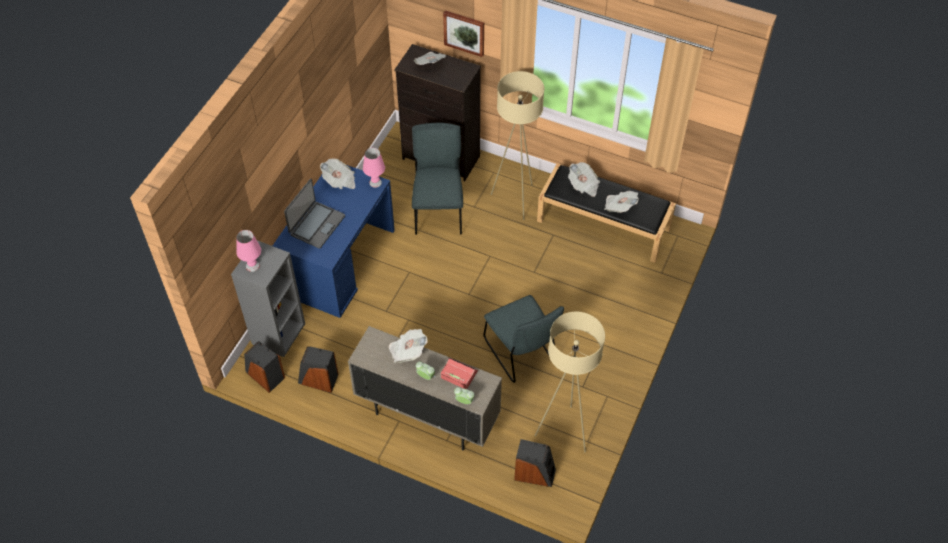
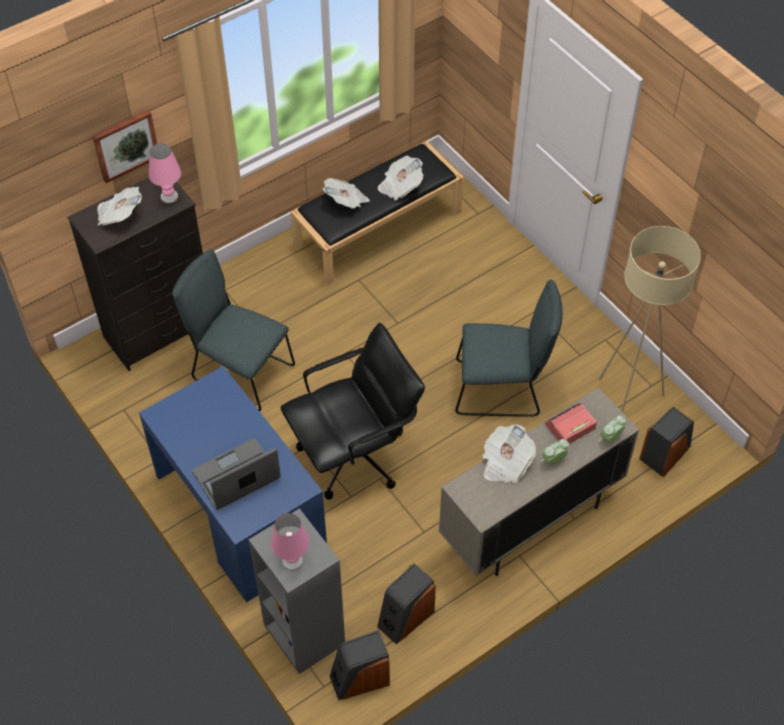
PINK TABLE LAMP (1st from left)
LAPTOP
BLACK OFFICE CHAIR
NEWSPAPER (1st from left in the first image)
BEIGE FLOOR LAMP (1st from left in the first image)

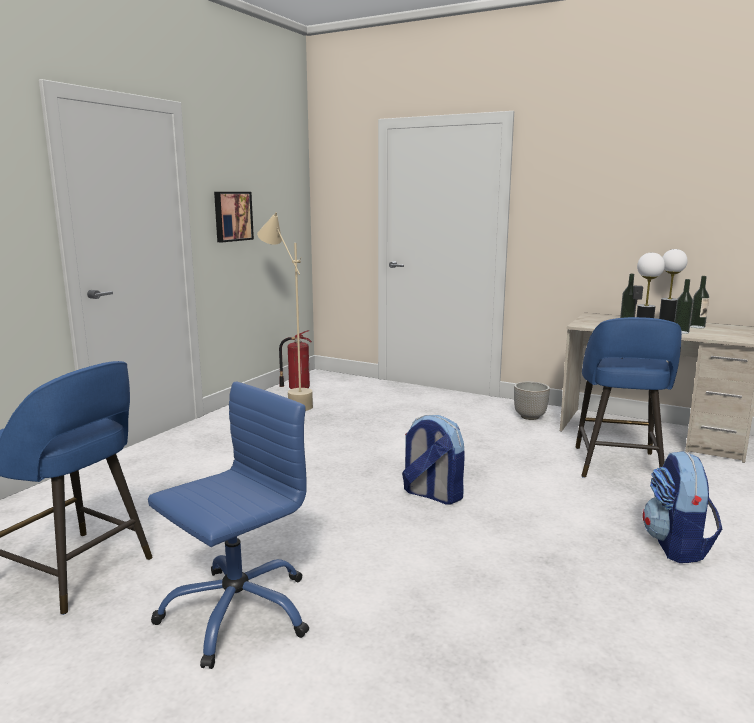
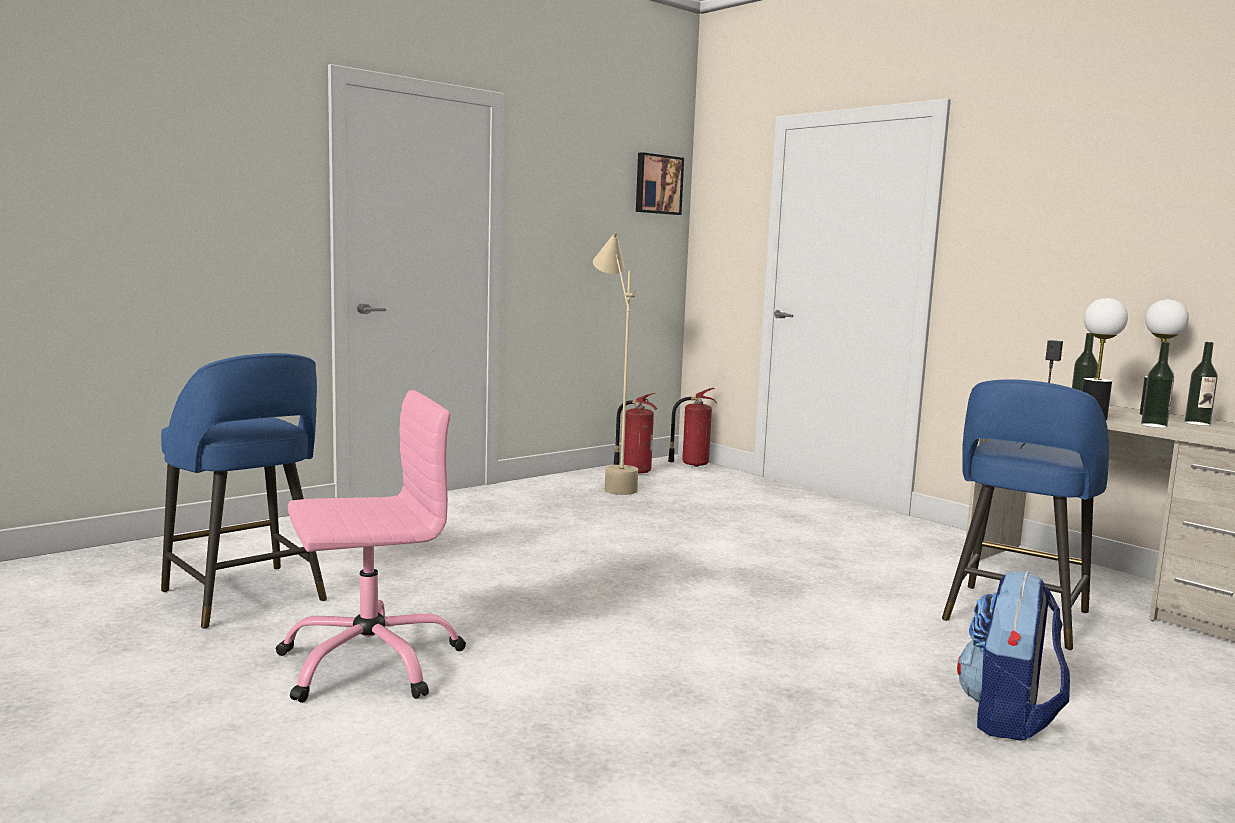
PINK OFFICE CHAIR
PICTURE
FIRE EXTINGUISHER (2nd from left)
BACKPACK (1st from left in the first image)
PLANTER

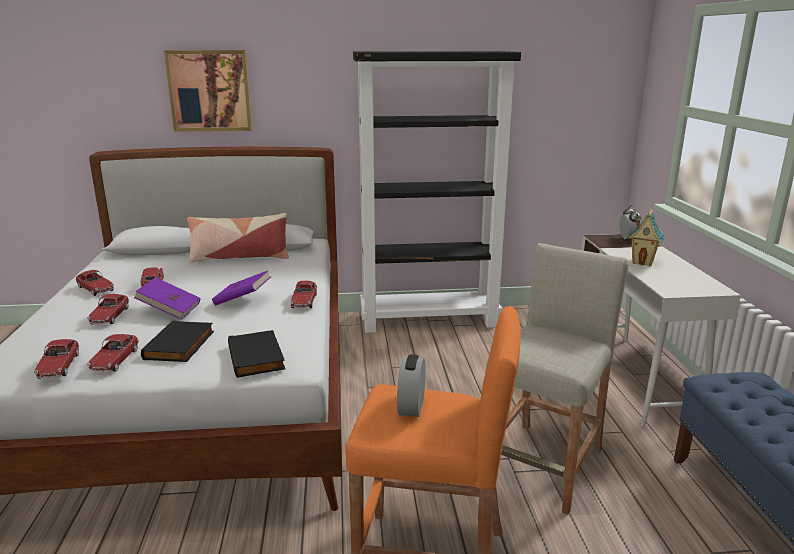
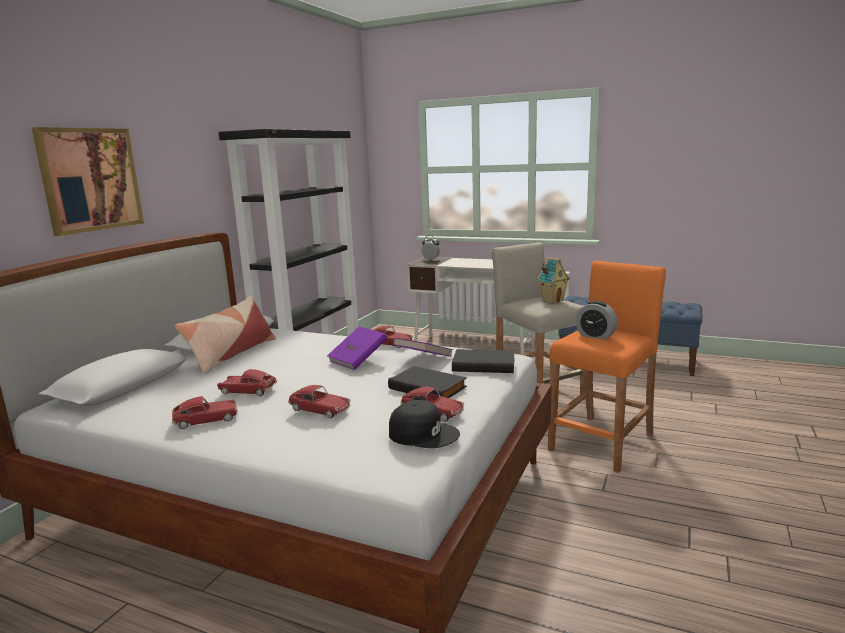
BLACK CAP
PURPLE BOOK (2nd from left)
TOY HOUSE

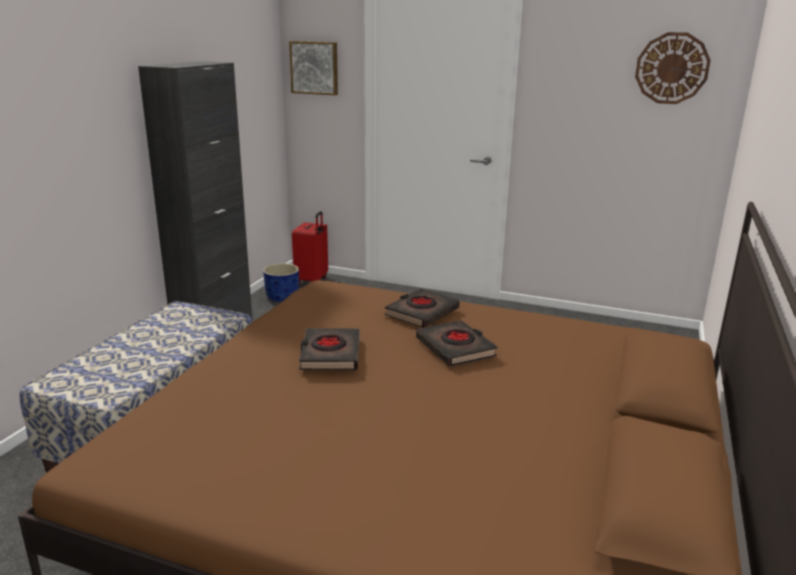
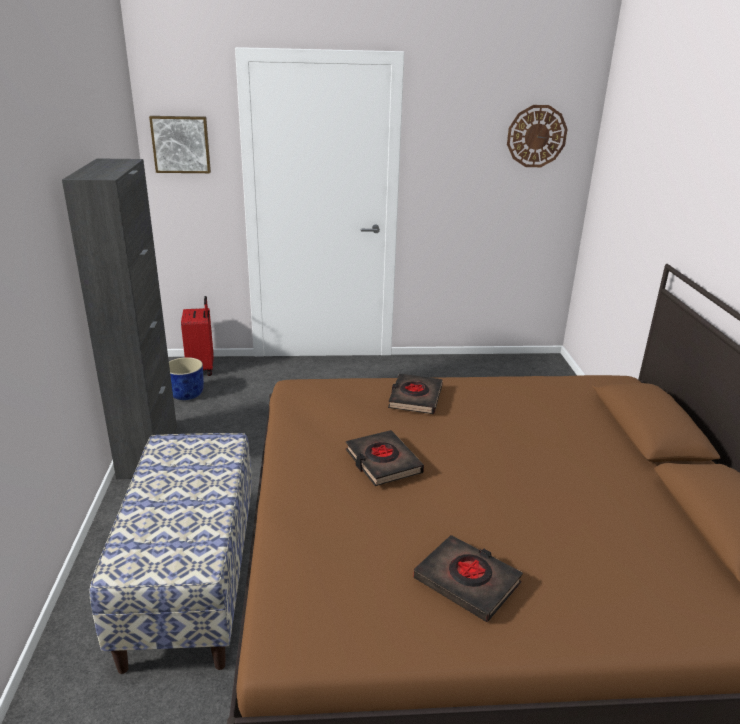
BLACK BOOK (3rd from left)

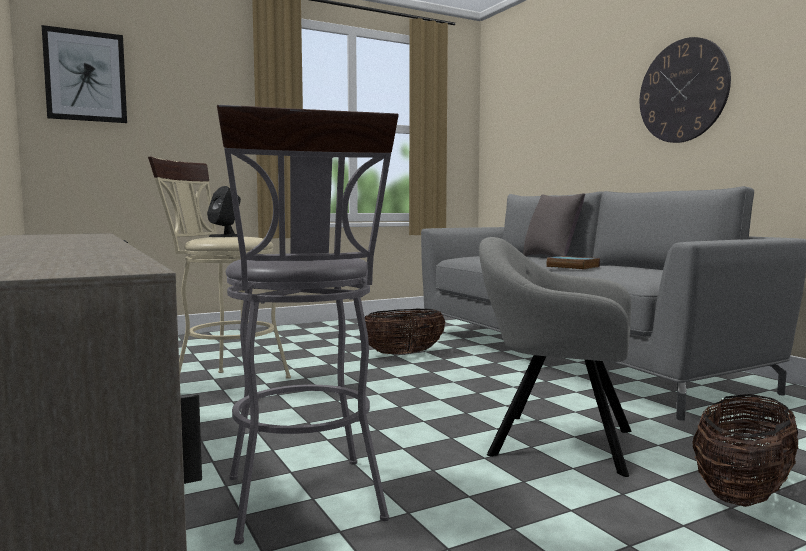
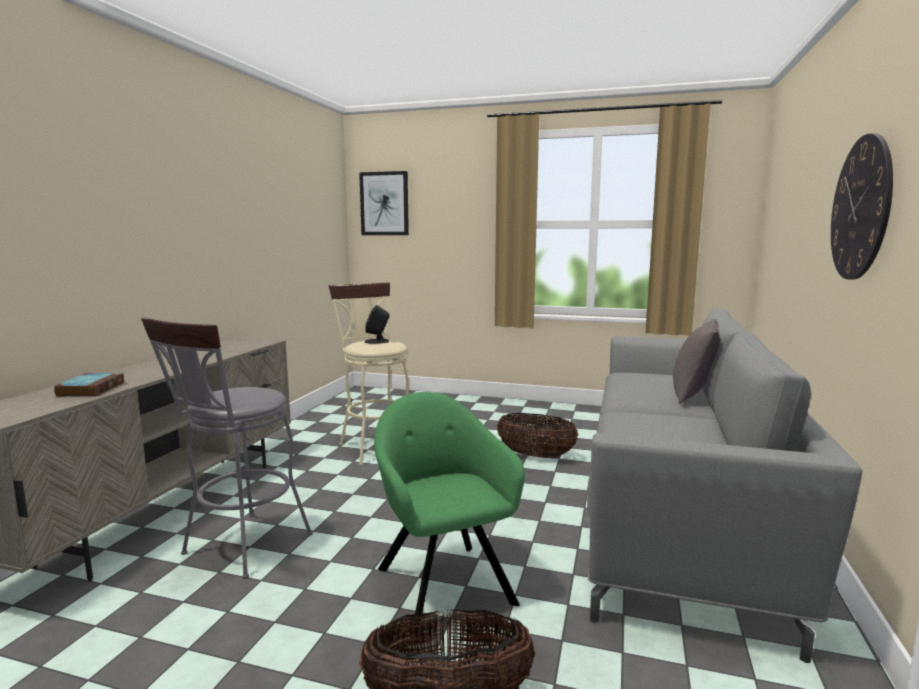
BOOK
GREEN ARMCHAIR

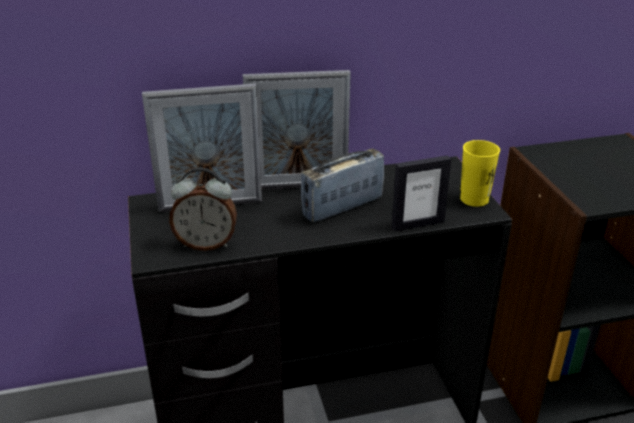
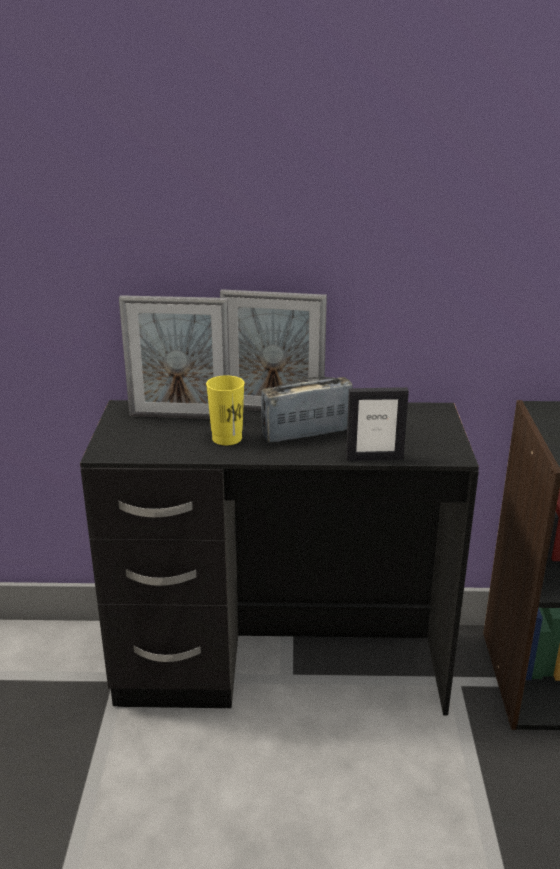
YELLOW CUP
ALARM CLOCK

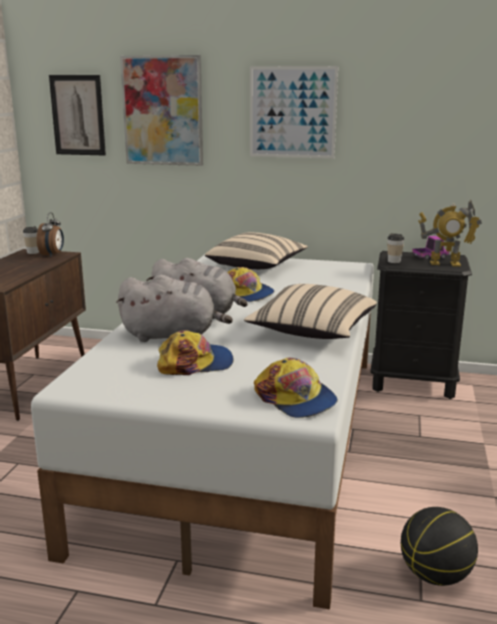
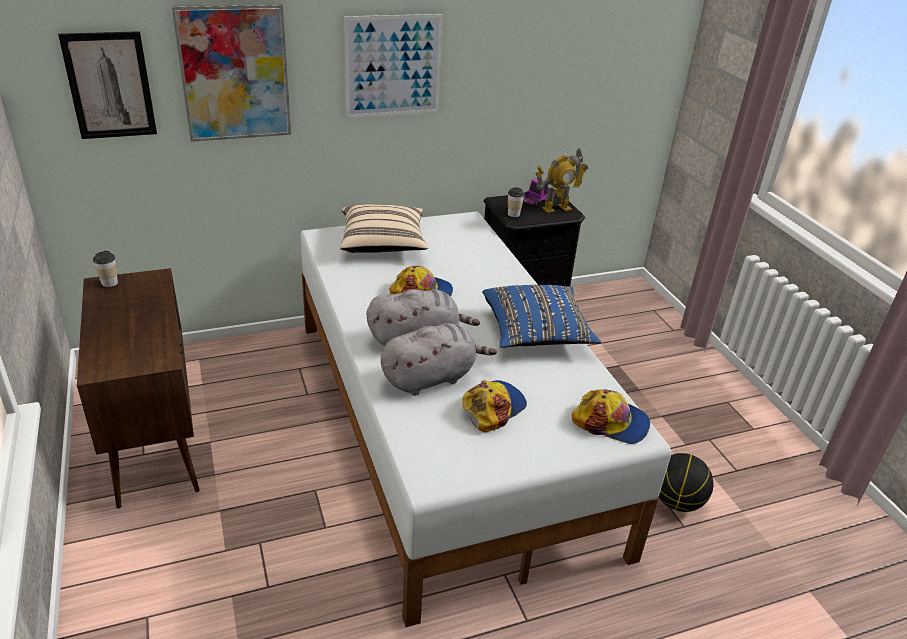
BLUE PILLOW
ALARM CLOCK

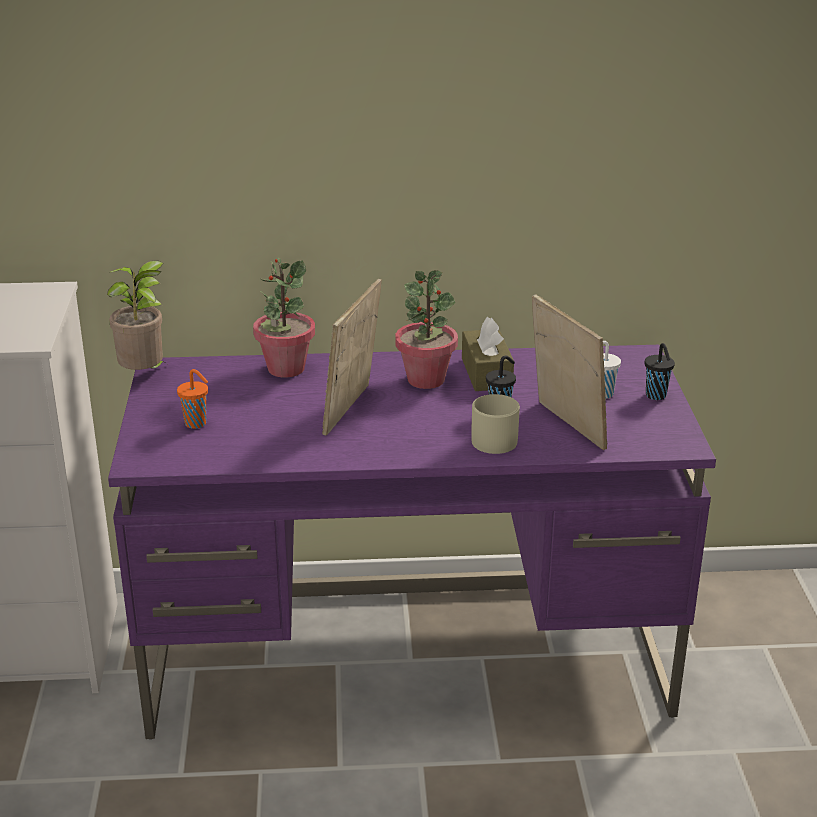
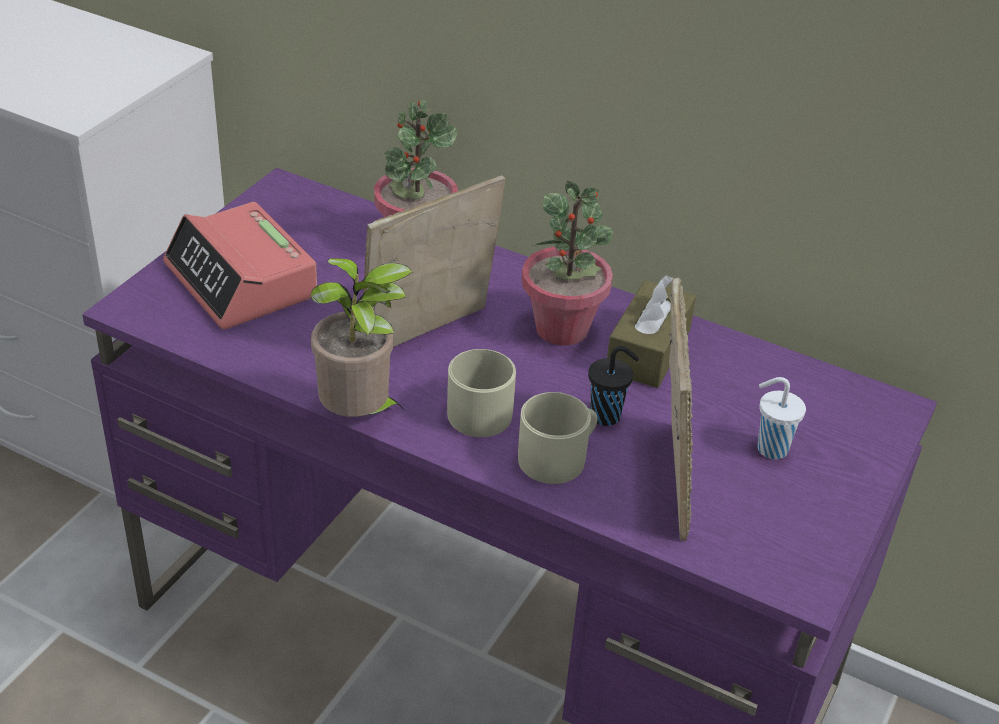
ALARM CLOCK
POTTED PLANT (1st from left)
BEIGE MUG (1st from left)
BLACK CUP (2nd from left in the first image)

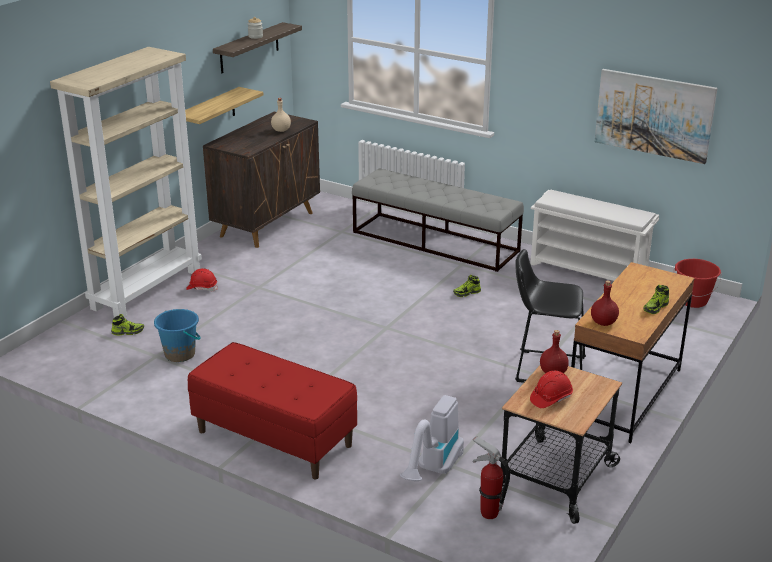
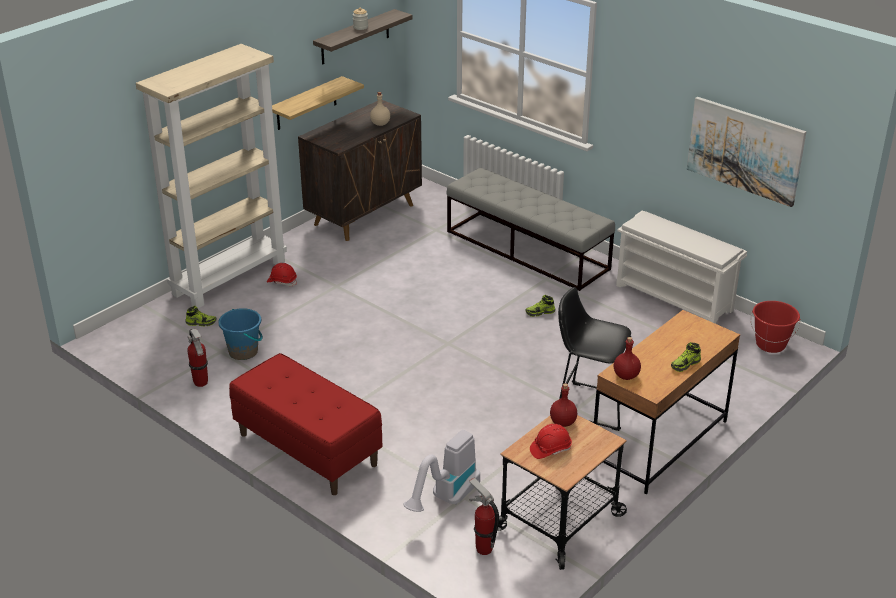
FIRE EXTINGUISHER (1st from left)

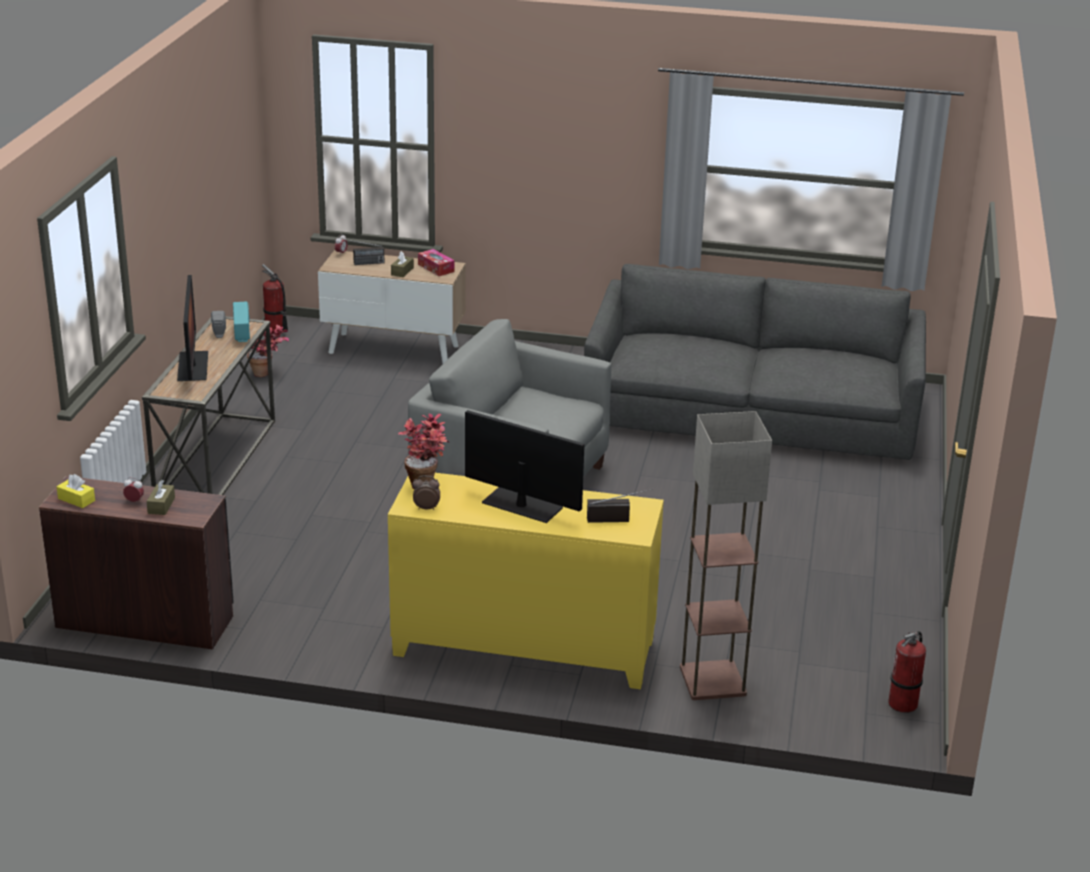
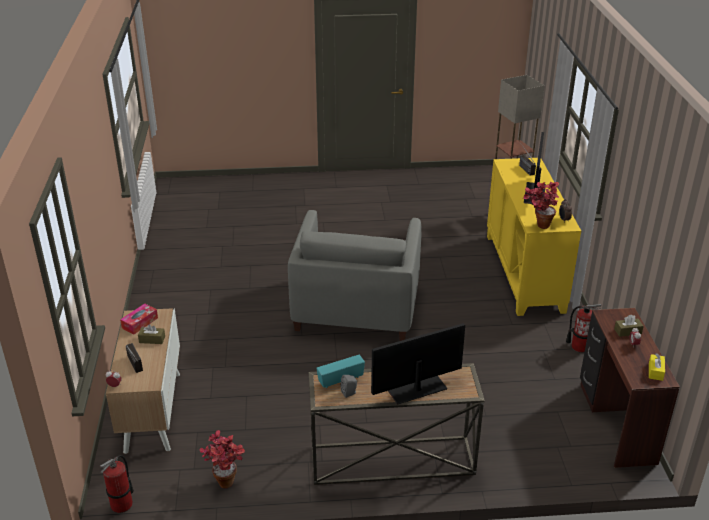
FIRE EXTINGUISHER (2nd from left)
GREY SOFA

